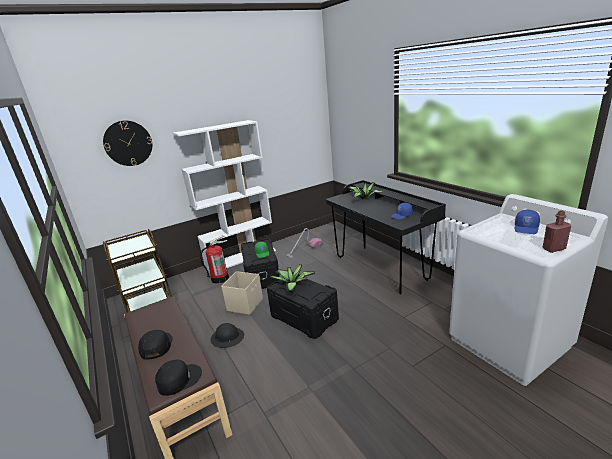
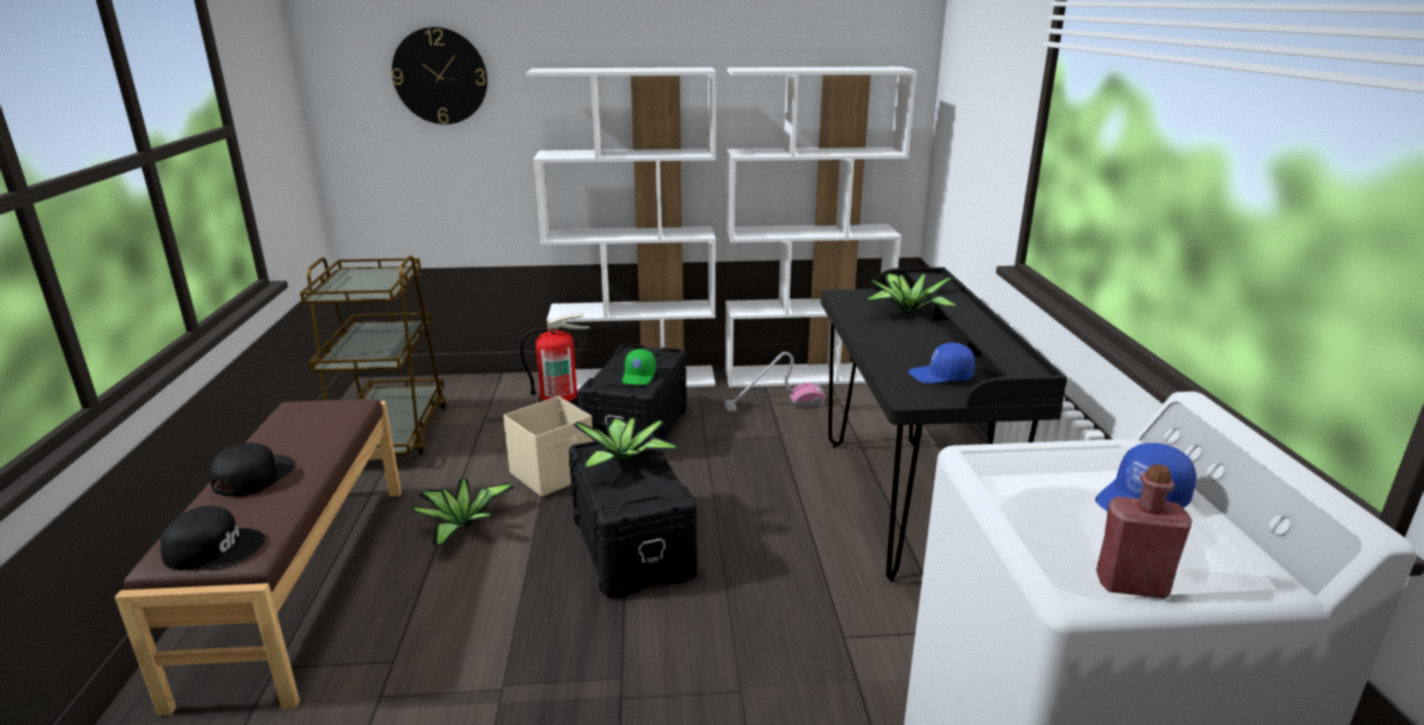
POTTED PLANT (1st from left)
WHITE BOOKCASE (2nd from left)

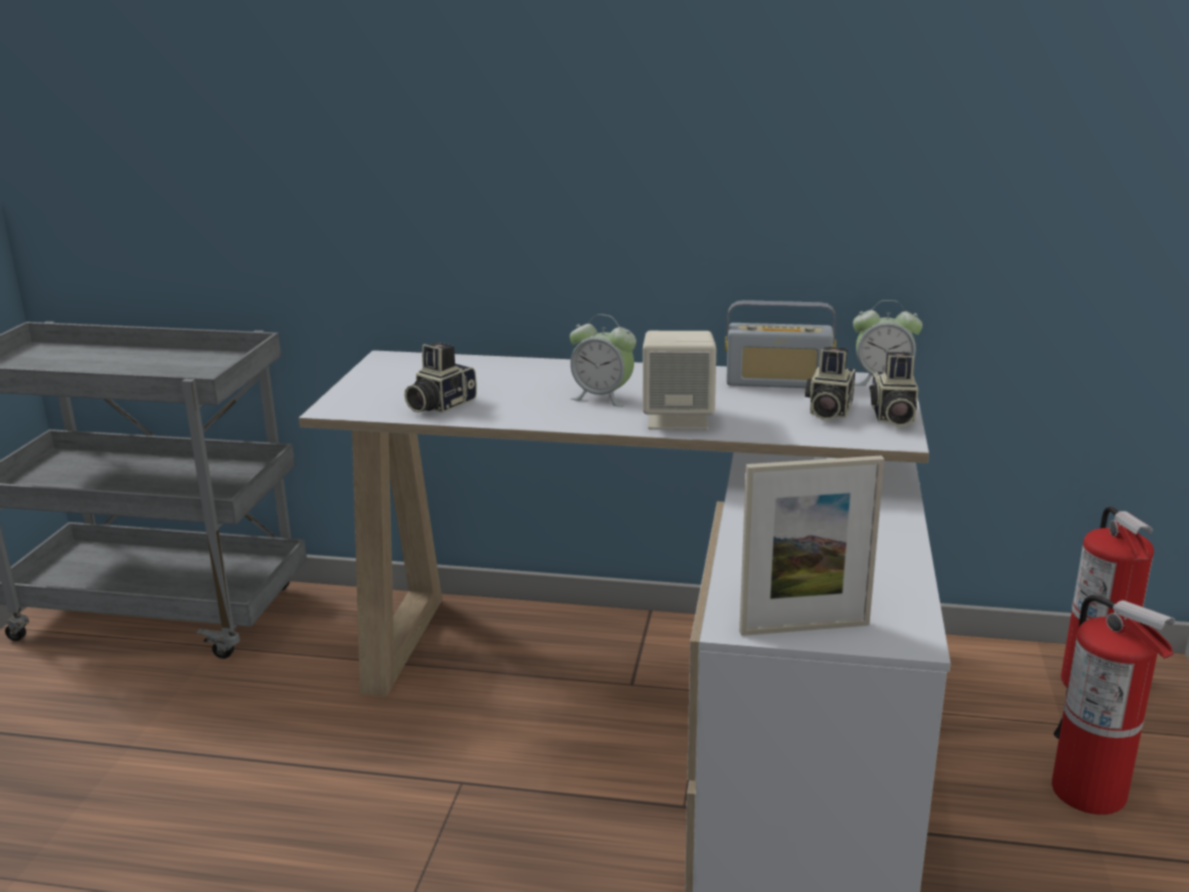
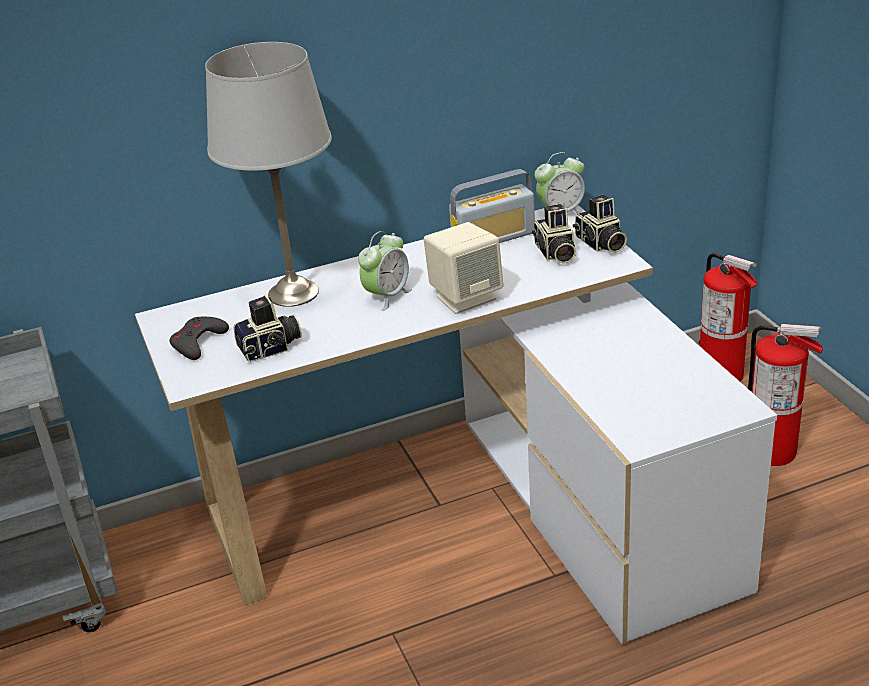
GREY GAME CONTROLLER
GREY TABLE LAMP
PHOTO CAMERA (1st from left)
ALARM CLOCK (1st from left)
PICTURE FRAME

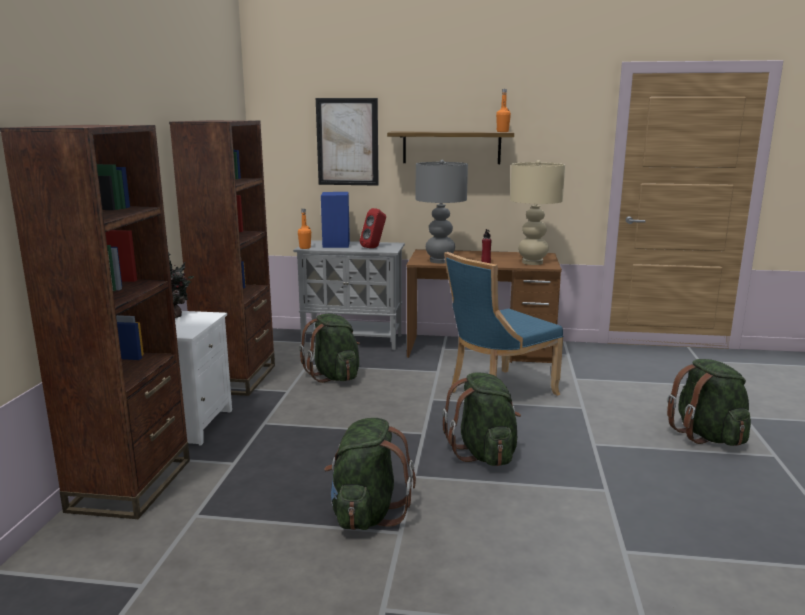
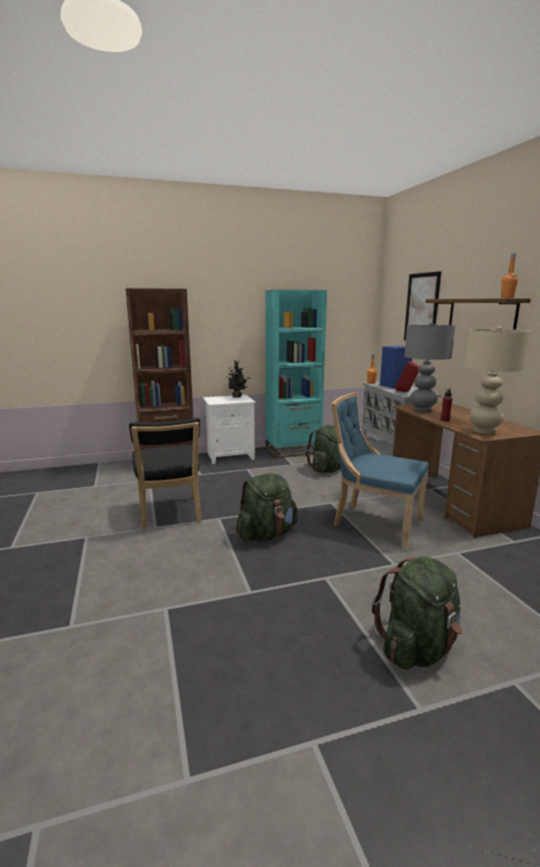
BLACK CHAIR
TURQUOISE BOOKCASE

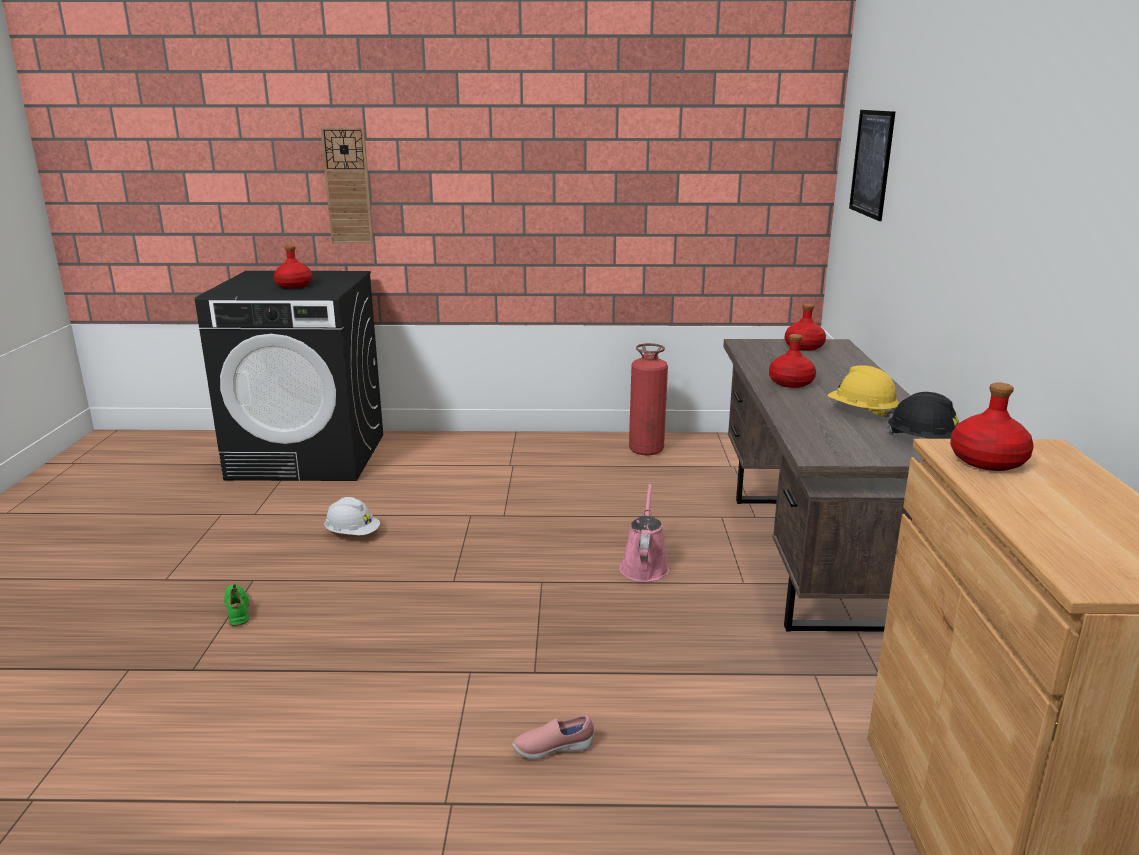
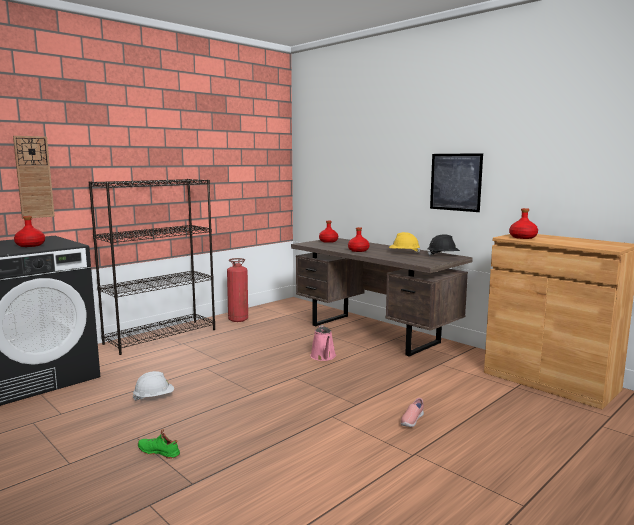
BLACK BOOKCASE
PINK WATERING CAN
PICTURE

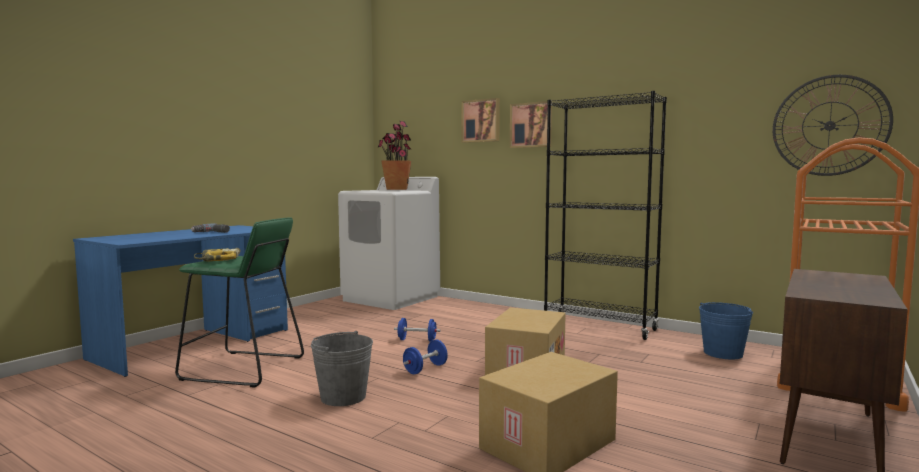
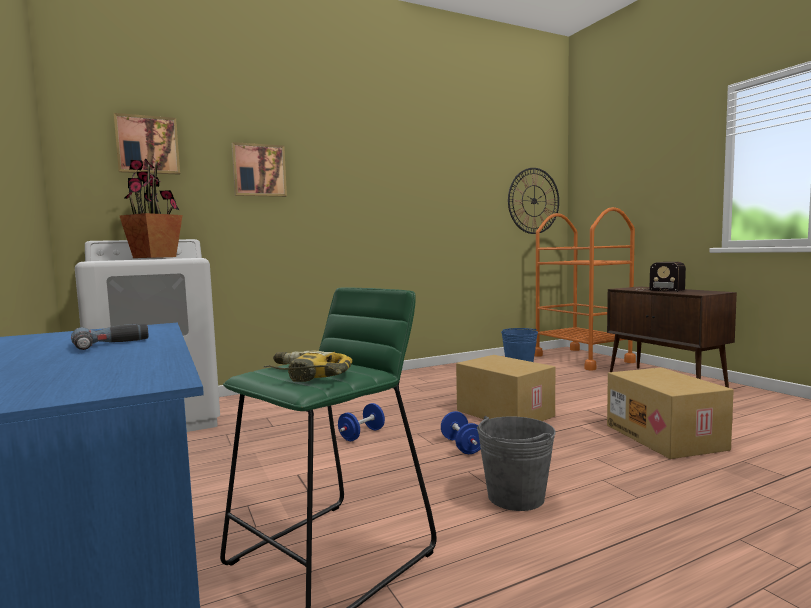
PICTURE (1st from left)
RADIO
BLACK BOOKCASE

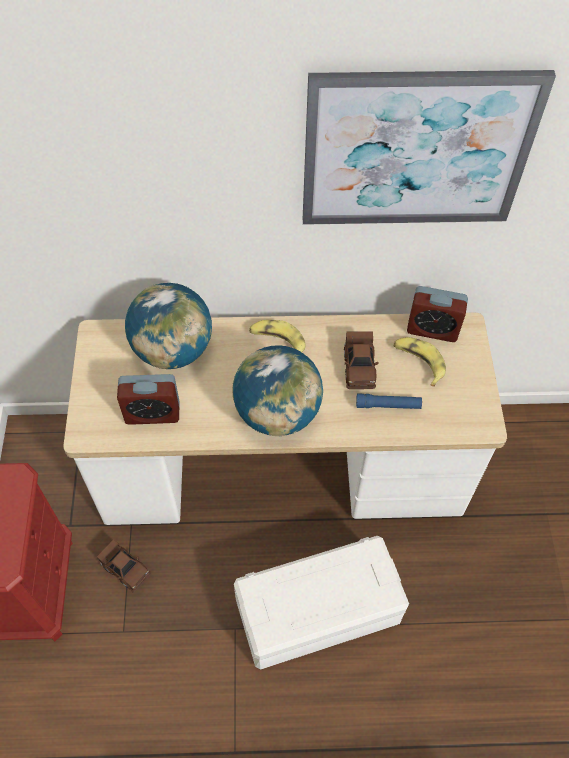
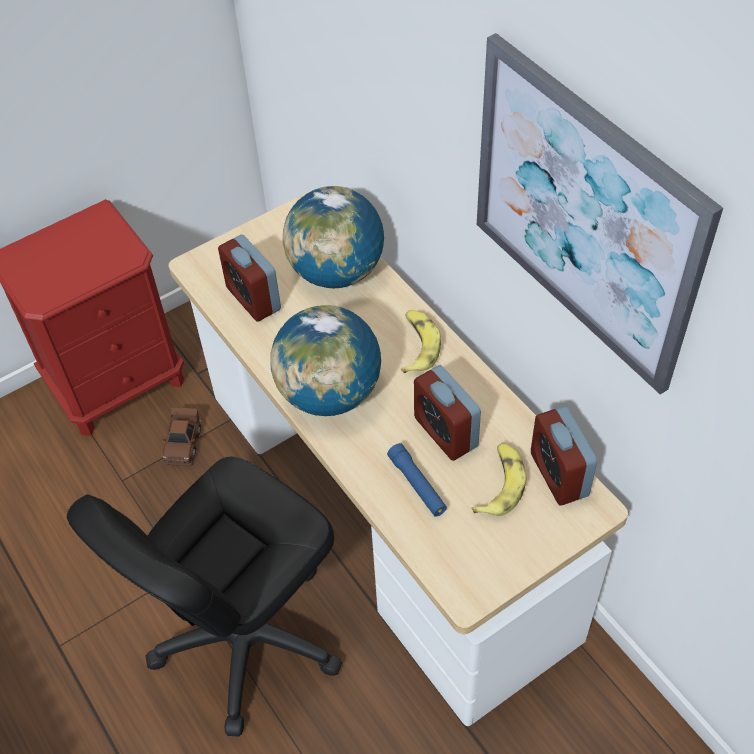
BLACK OFFICE CHAIR
ALARM CLOCK (2nd from left)

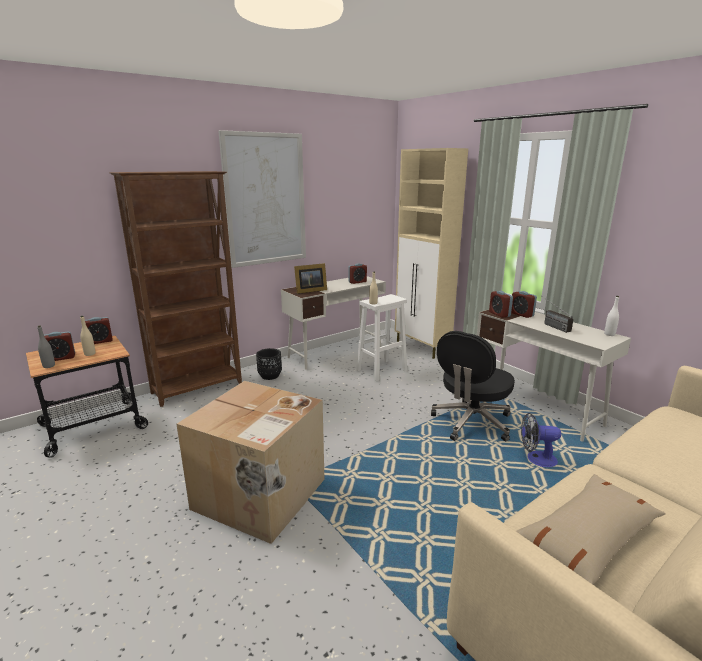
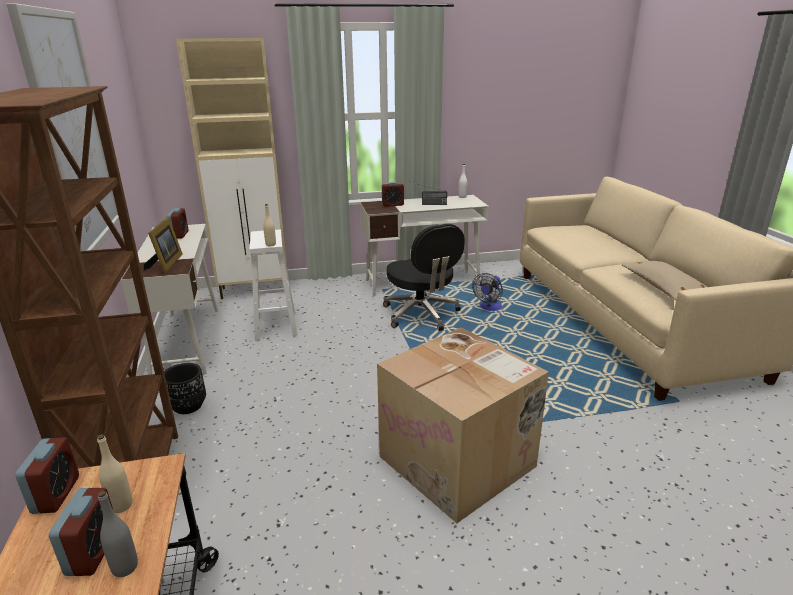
ALARM CLOCK (4th from left in the first image)

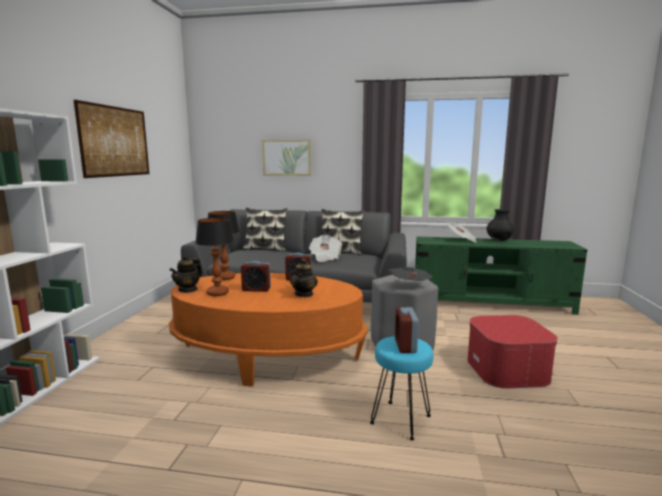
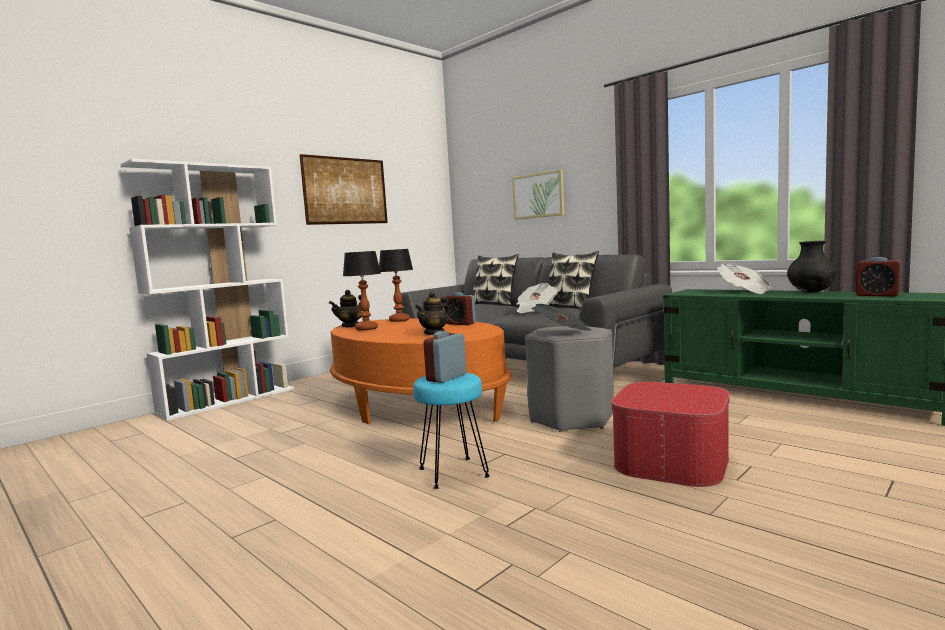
ALARM CLOCK (3rd from left)

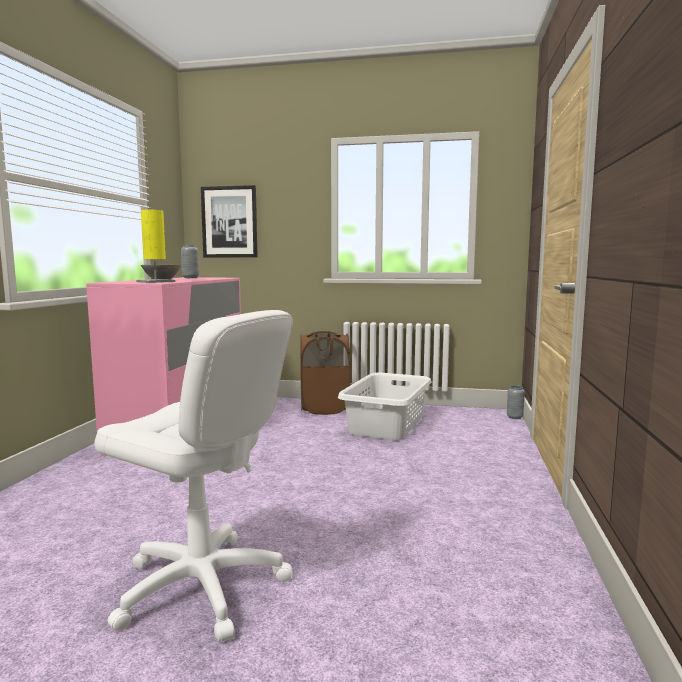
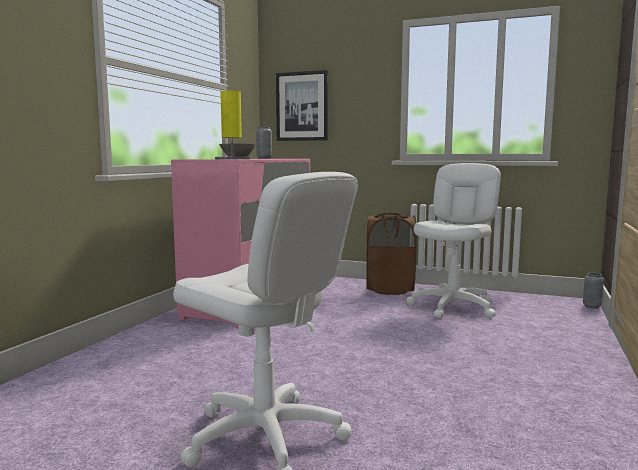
WHITE OFFICE CHAIR (2nd from left)

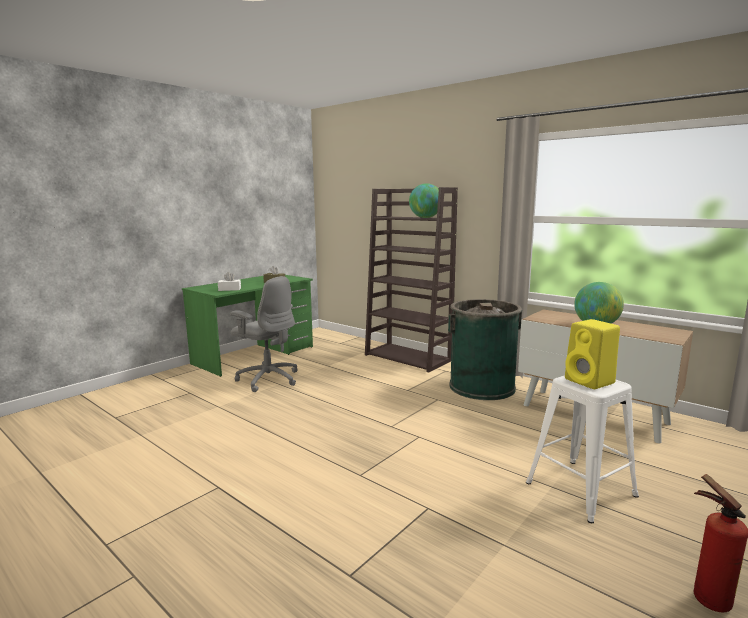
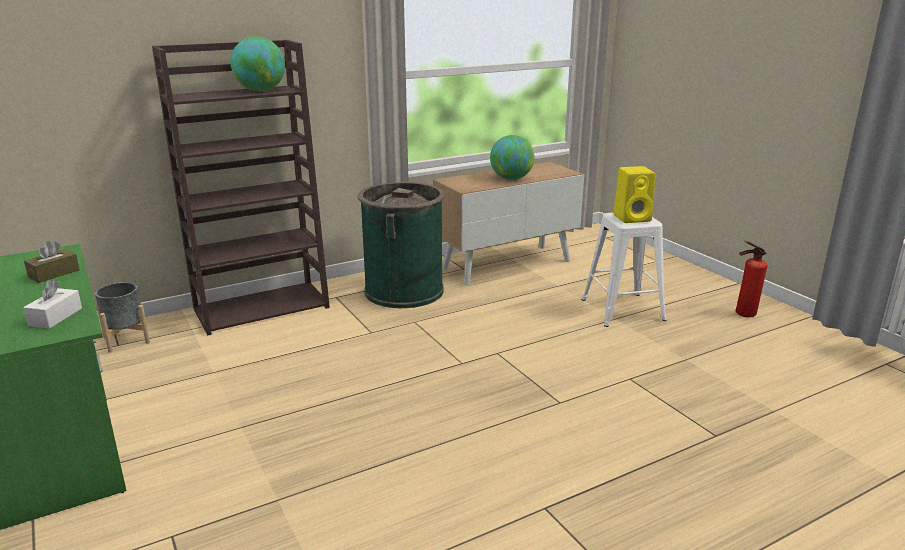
GREY PLANTER
GREY OFFICE CHAIR

